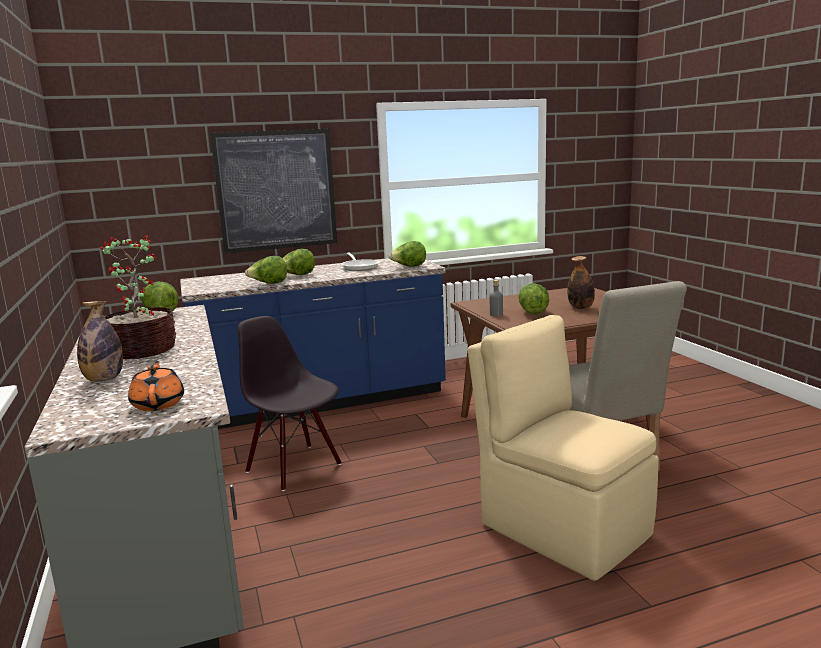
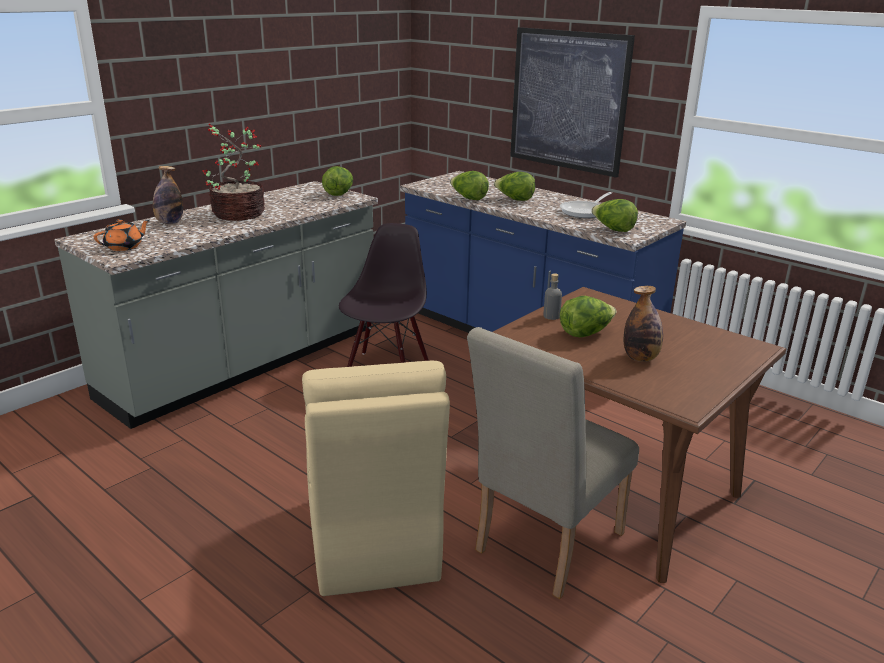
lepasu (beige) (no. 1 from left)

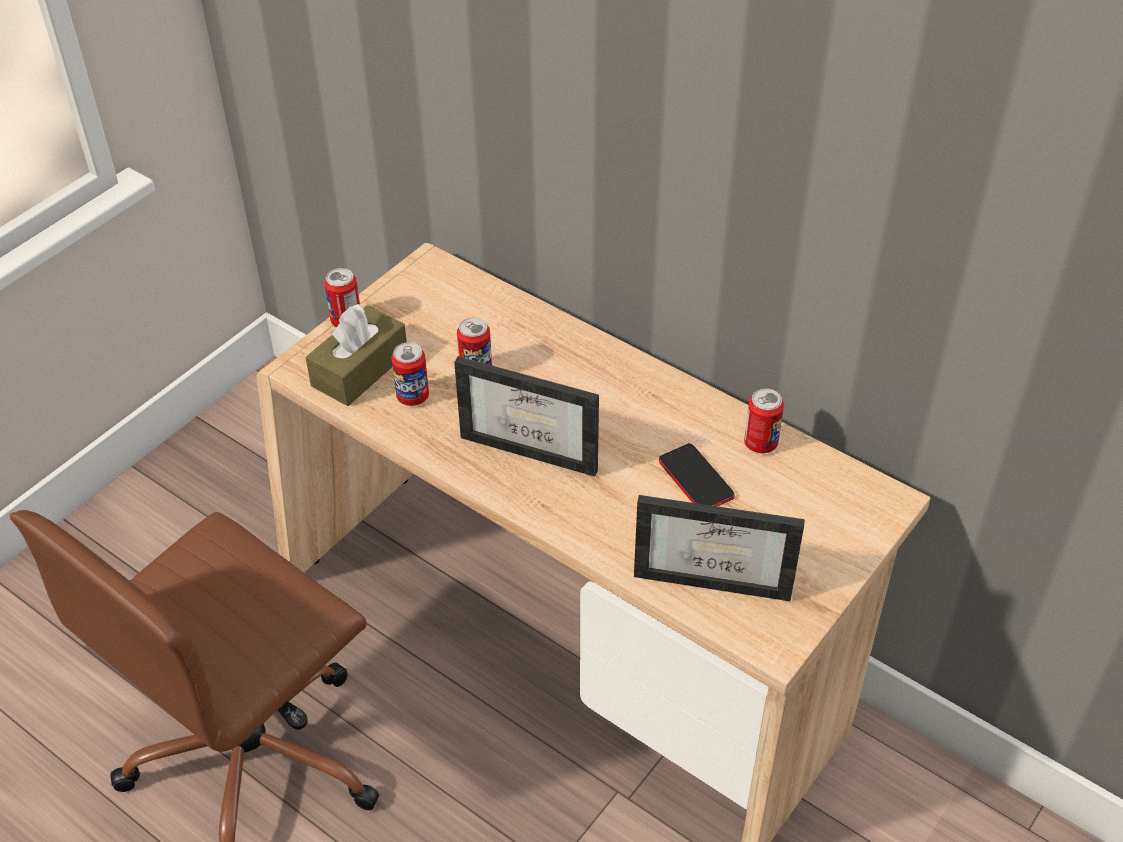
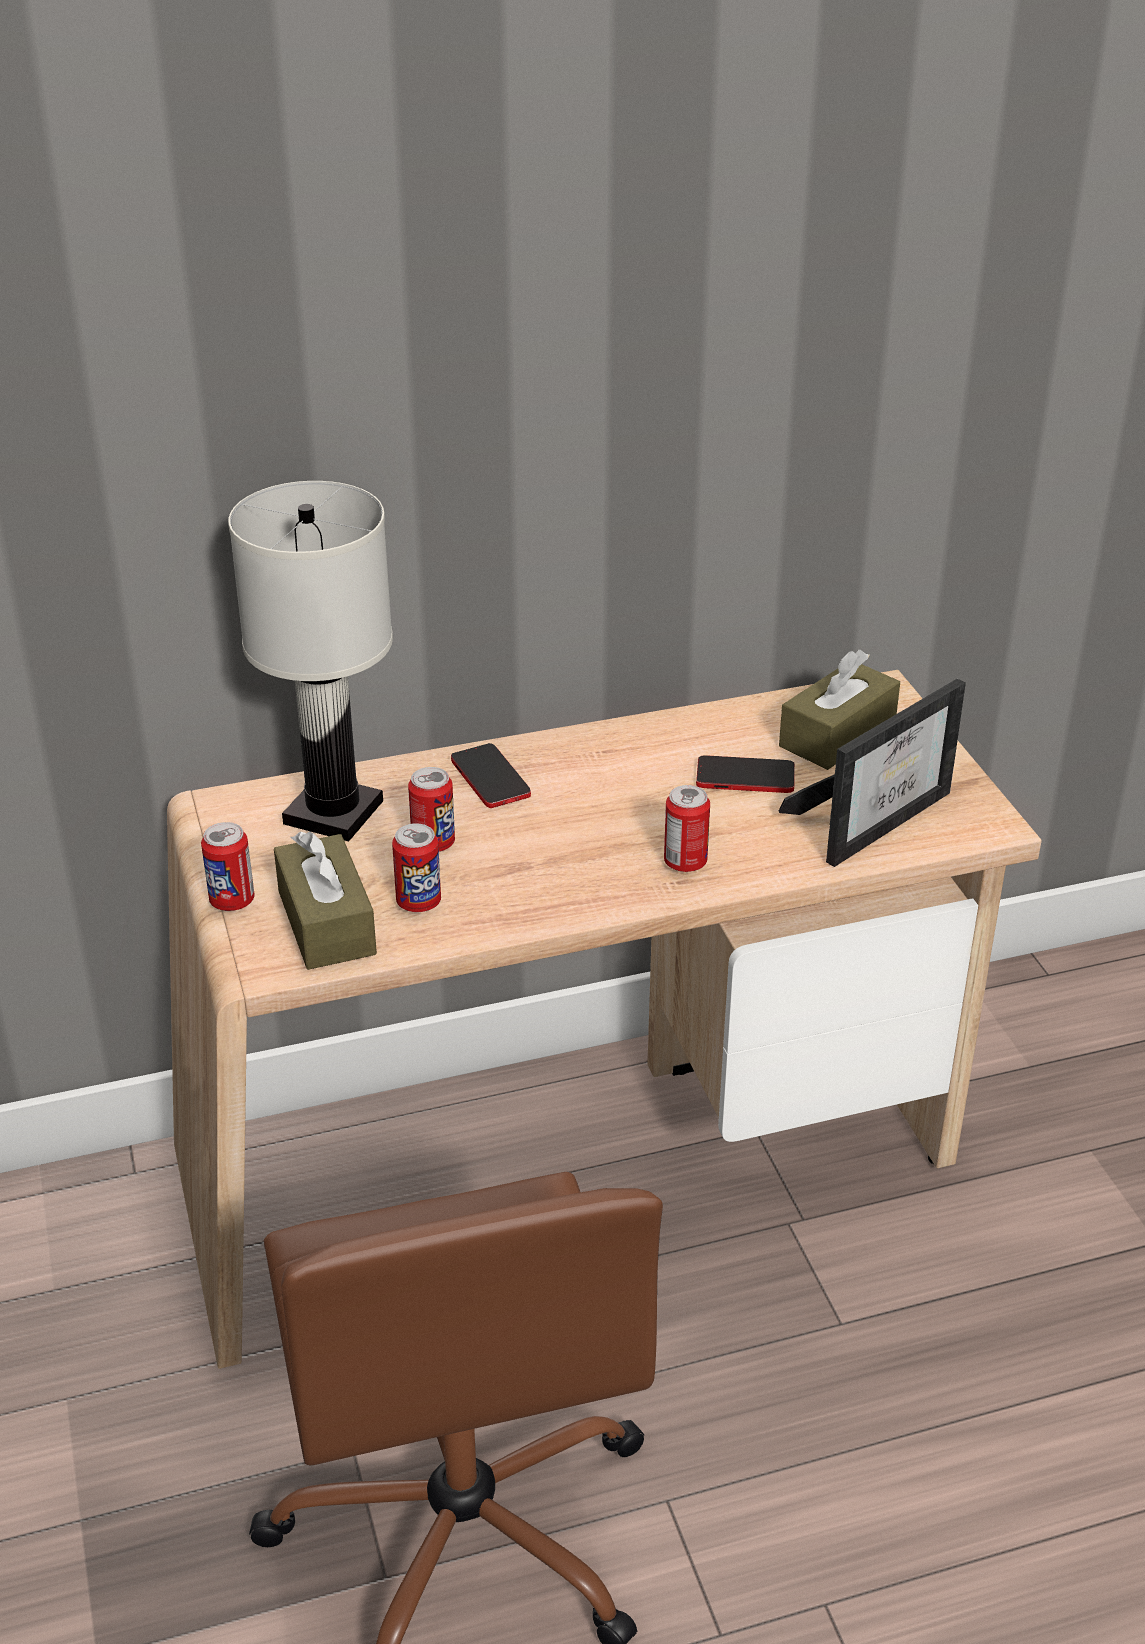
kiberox (no. 1 from left in the first image)
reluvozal (no. 4 from left)
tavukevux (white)
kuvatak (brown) (no. 2 from left)
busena (no. 1 from left)

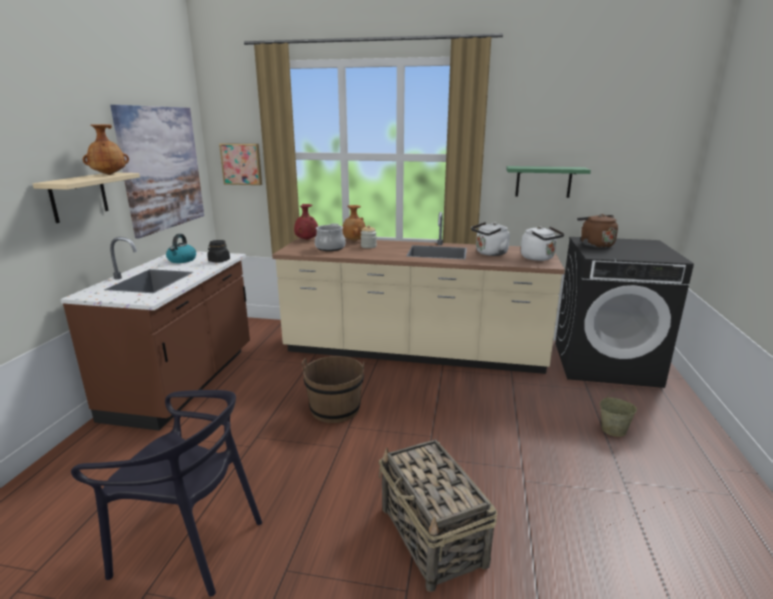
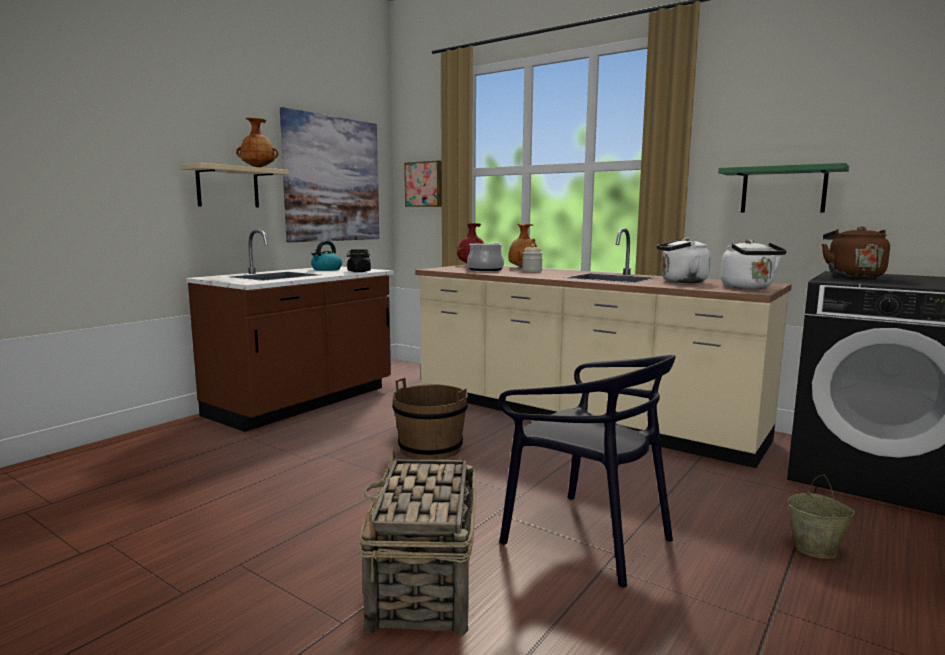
lepasu (black)

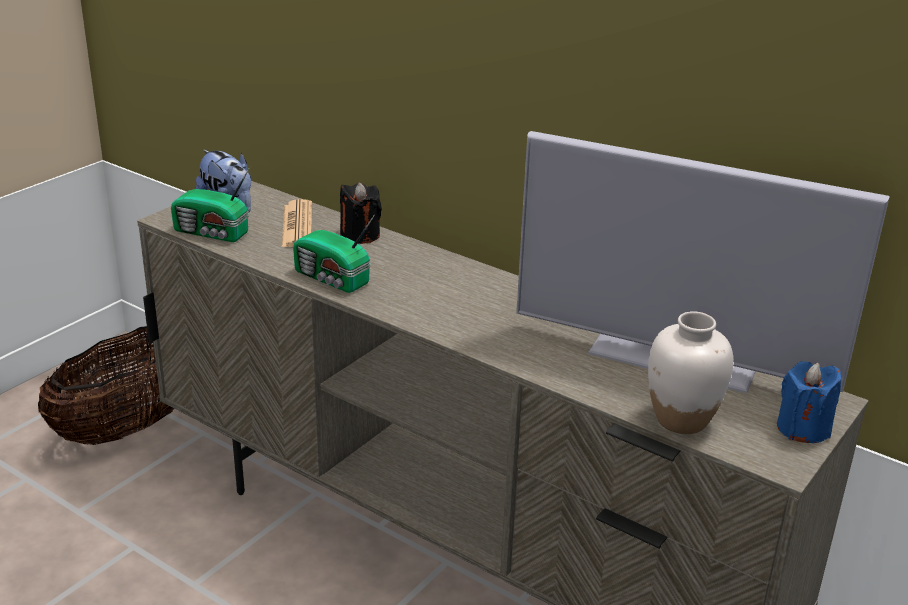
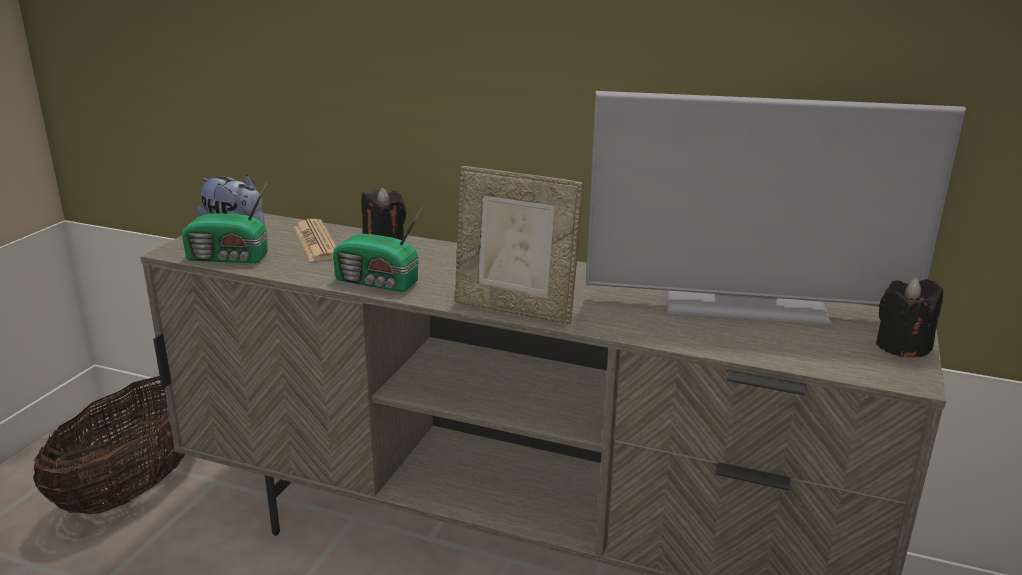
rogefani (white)
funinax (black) (no. 2 from left)
kiberox

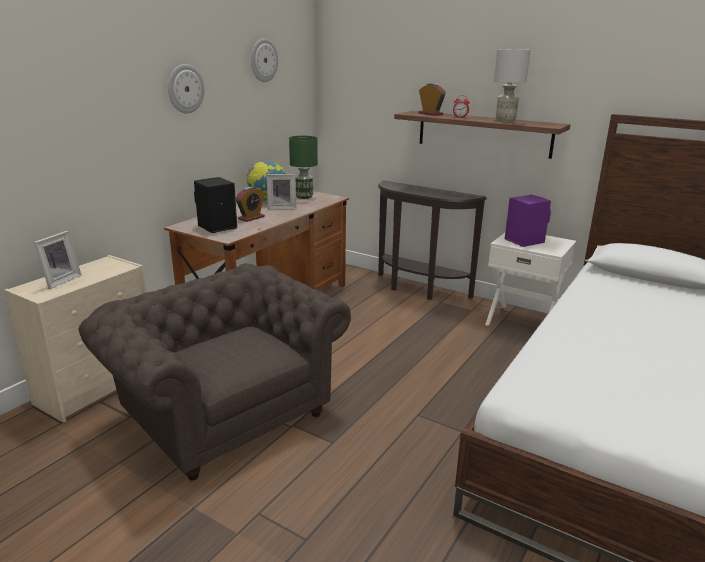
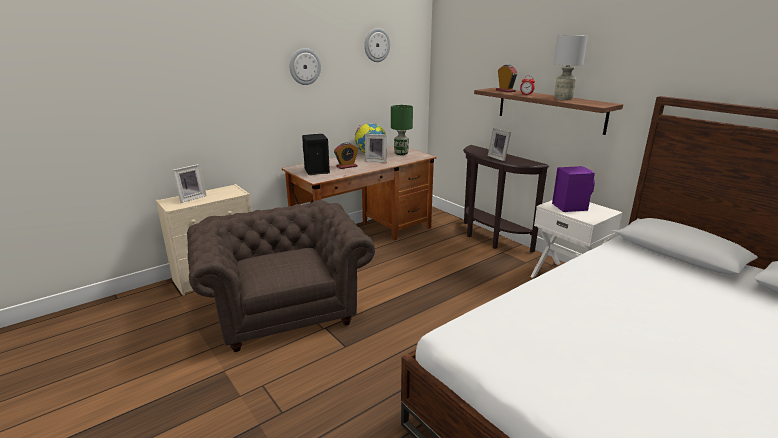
kiberox (no. 3 from left)

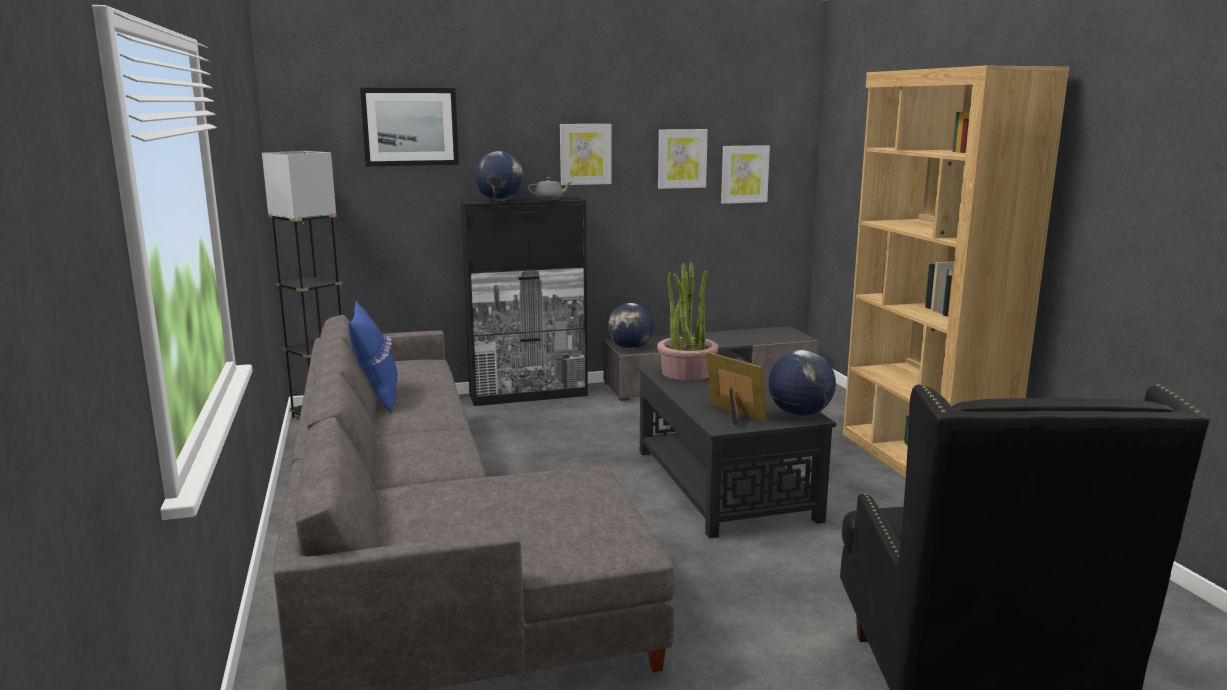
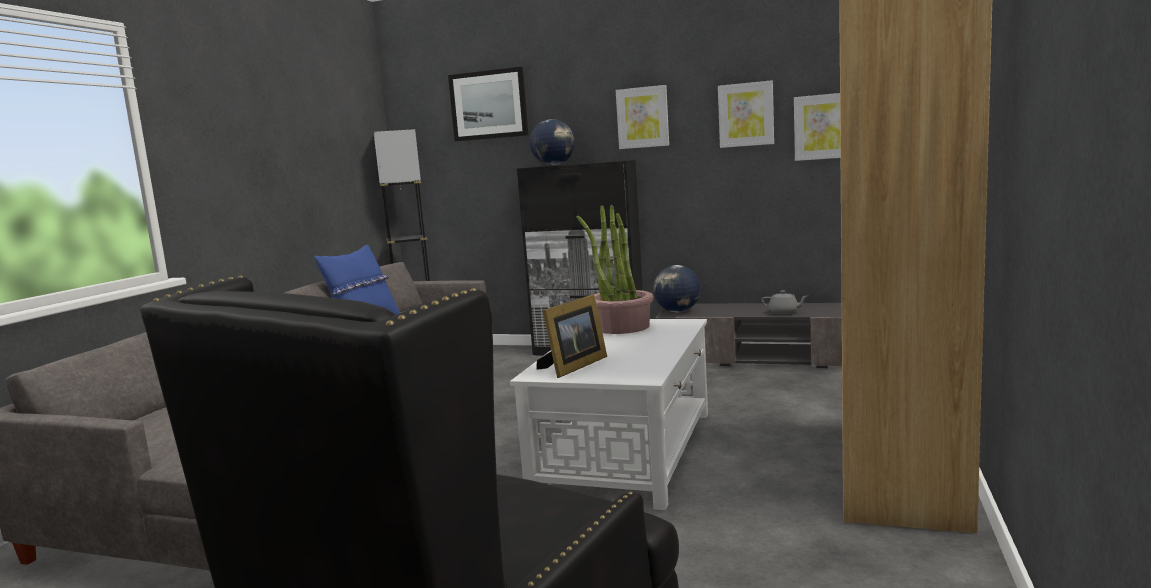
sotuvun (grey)
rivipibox (no. 3 from left in the first image)
kiberox
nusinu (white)

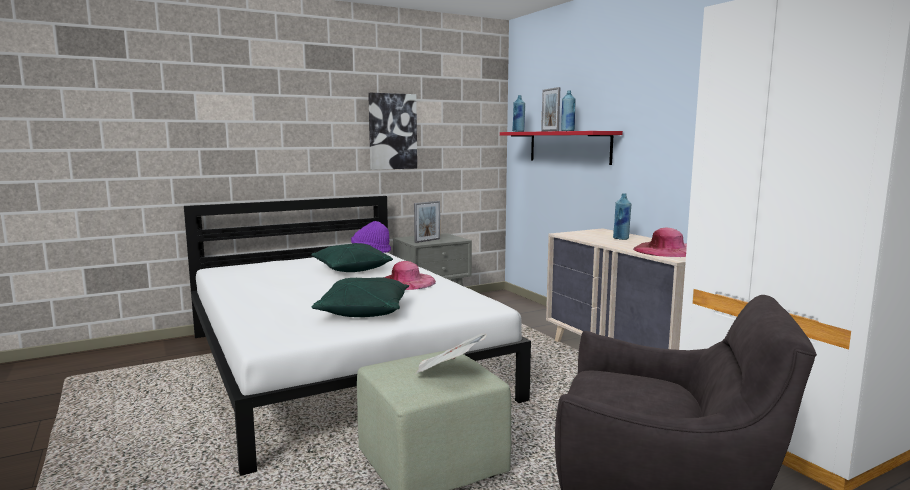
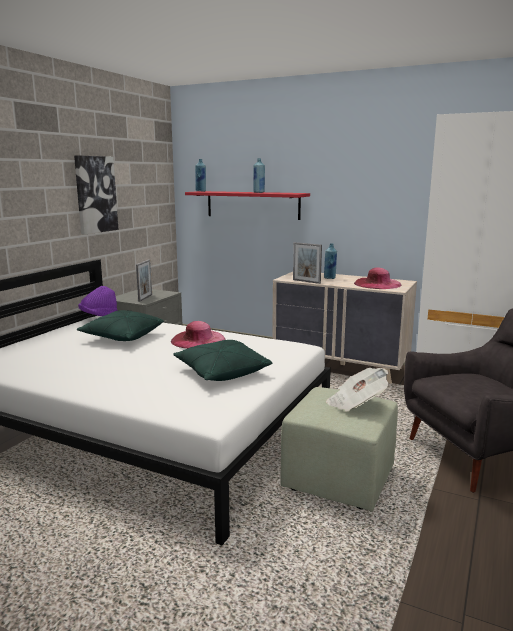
kiberox (no. 2 from left)

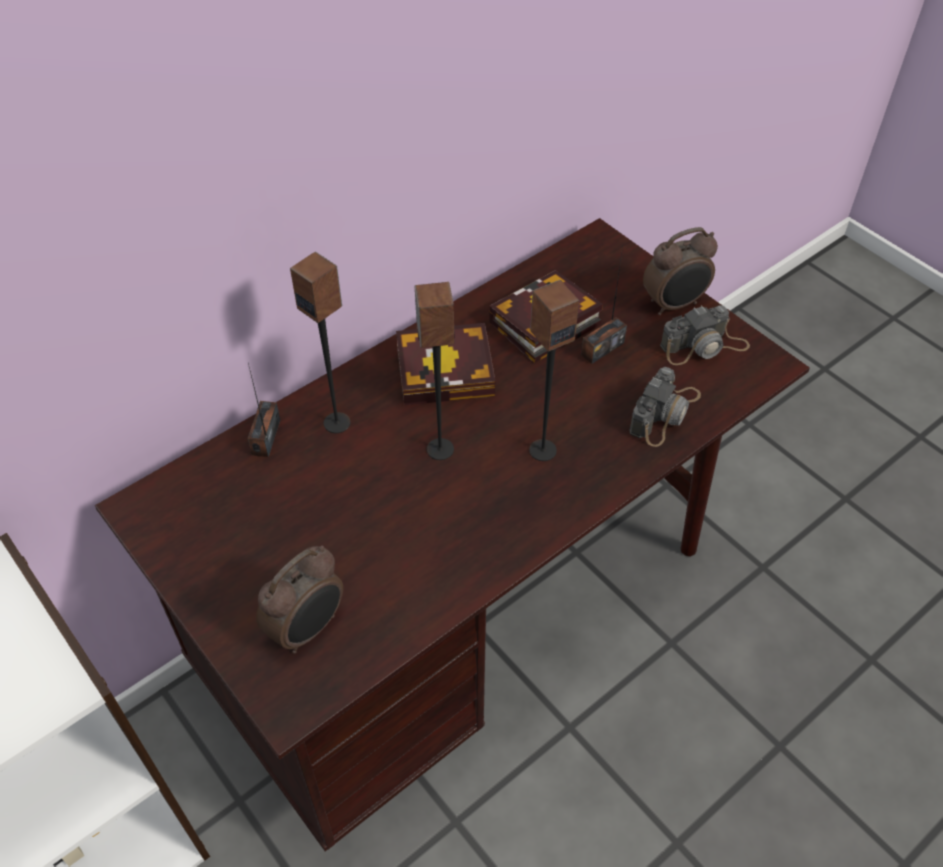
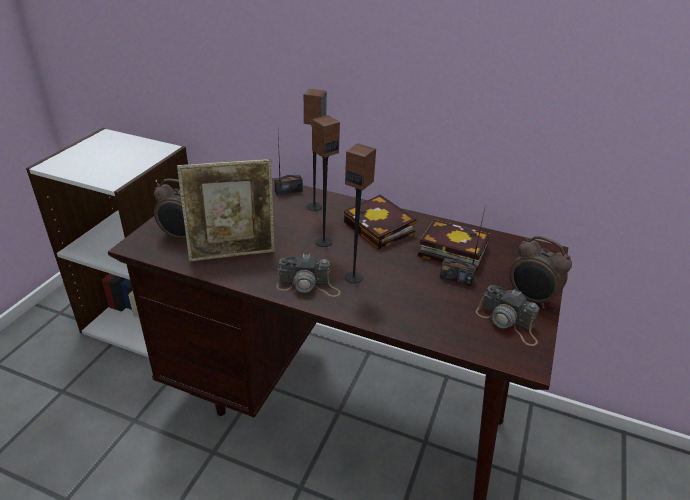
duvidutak (no. 1 from left)
kiberox

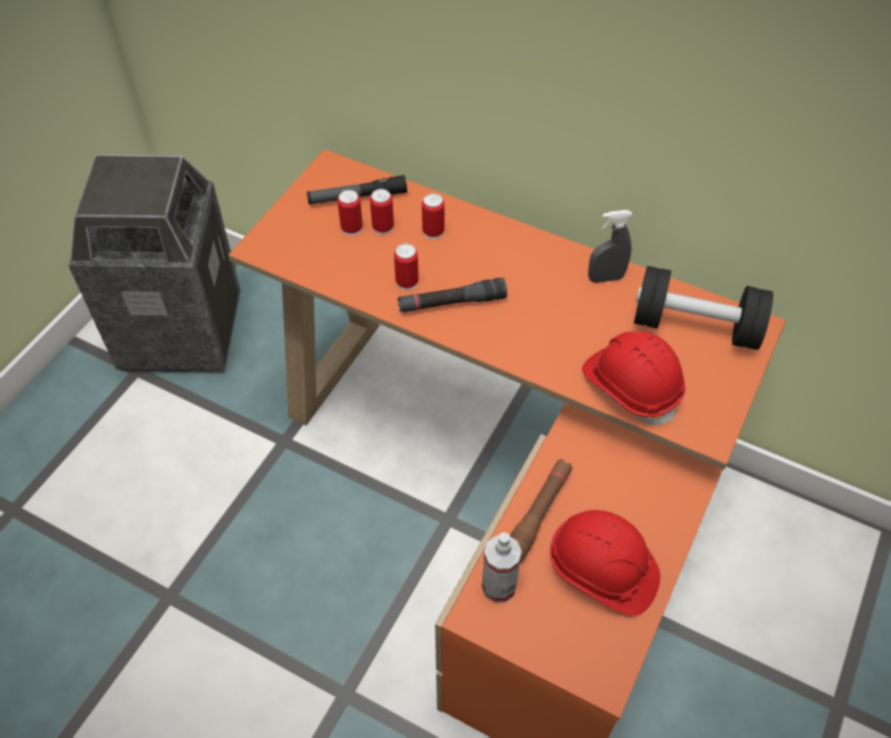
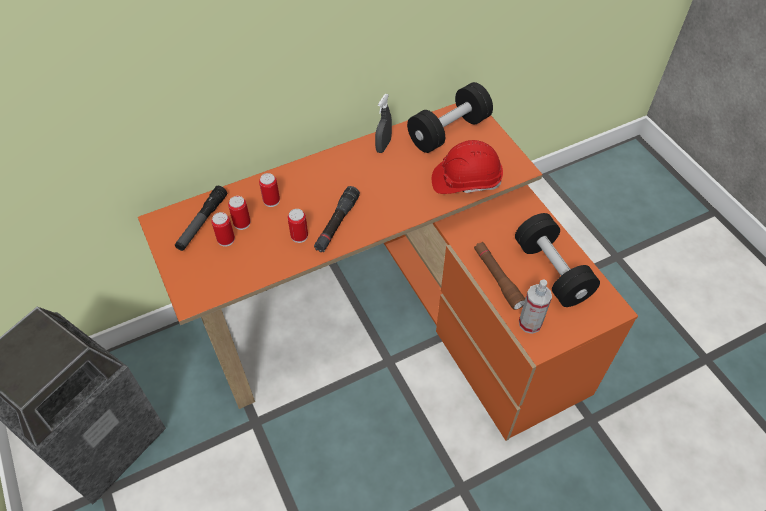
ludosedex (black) (no. 2 from left)

